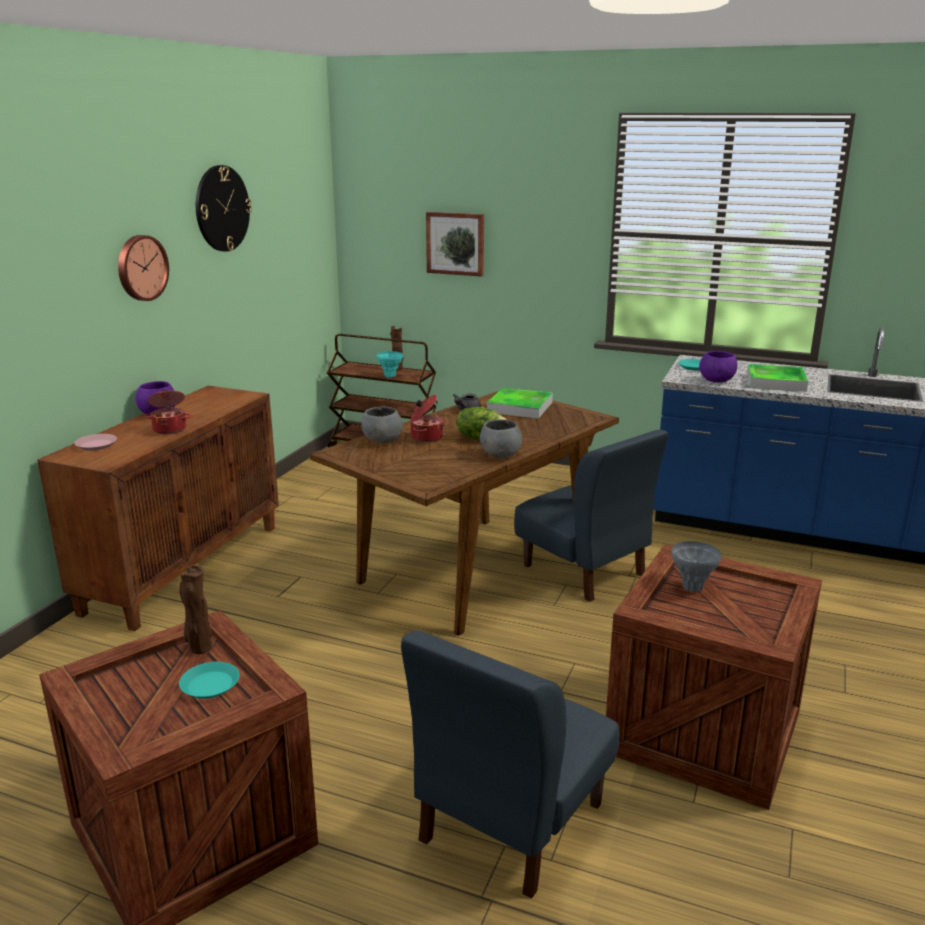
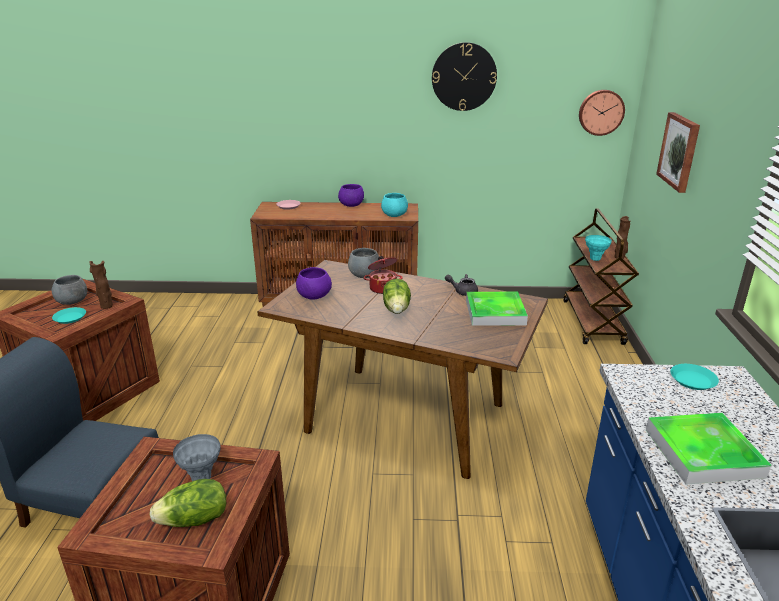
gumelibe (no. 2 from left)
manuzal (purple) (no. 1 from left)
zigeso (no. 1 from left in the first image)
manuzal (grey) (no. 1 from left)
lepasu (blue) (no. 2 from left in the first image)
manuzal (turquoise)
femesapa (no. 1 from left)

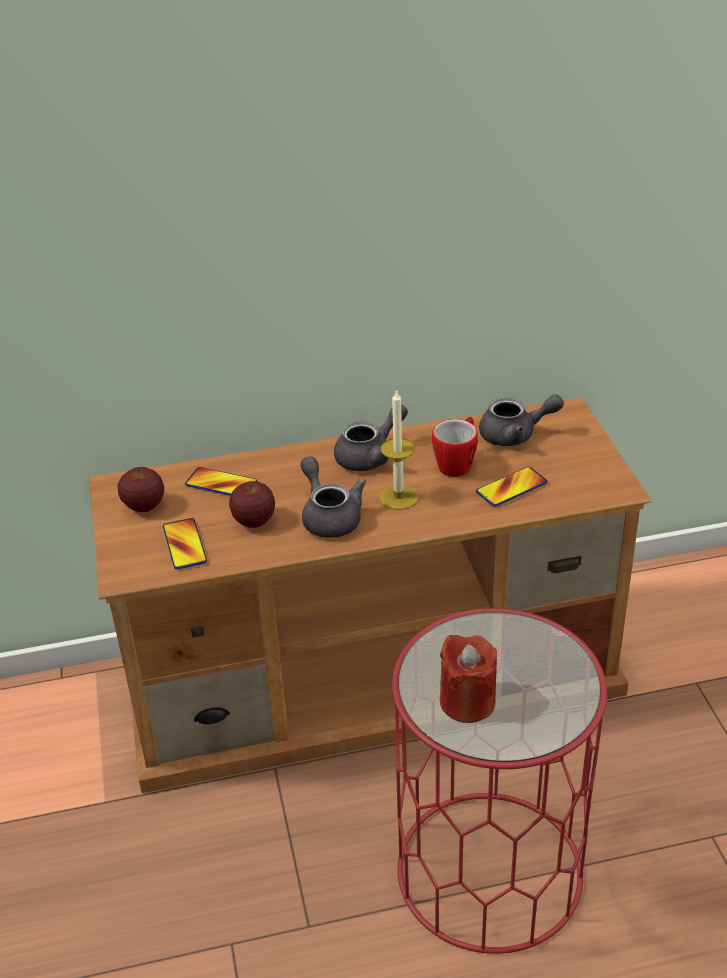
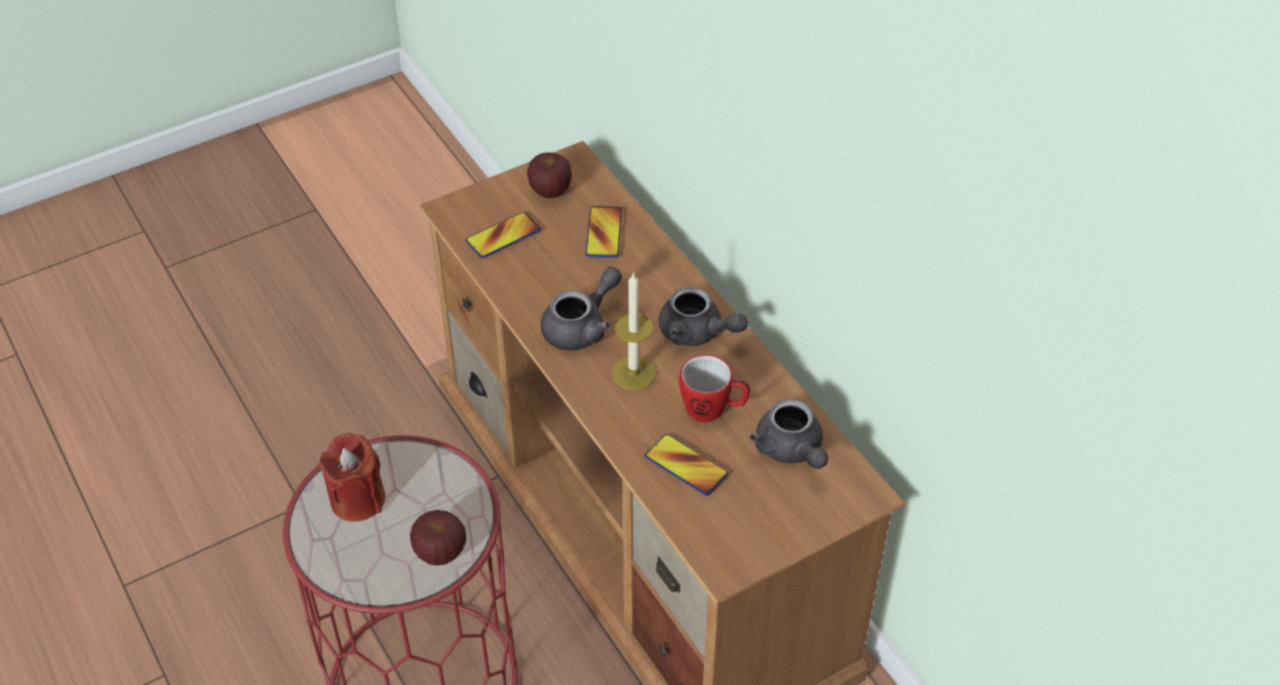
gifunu (no. 1 from left)

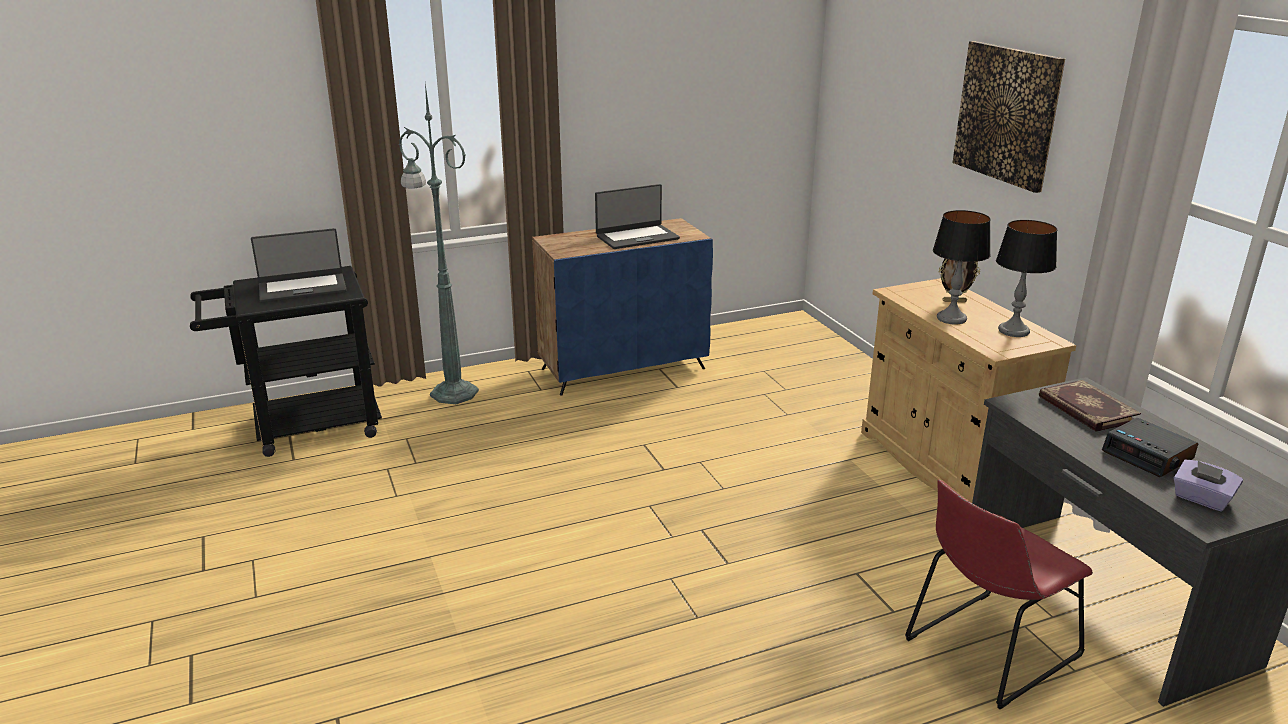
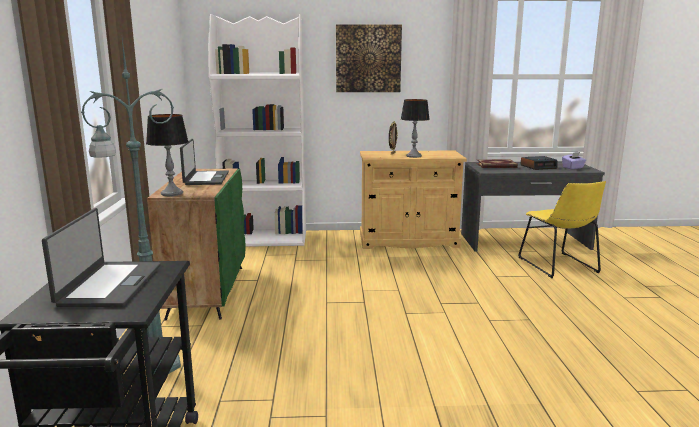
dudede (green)
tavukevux (no. 1 from left)
lepasu (yellow)
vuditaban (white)

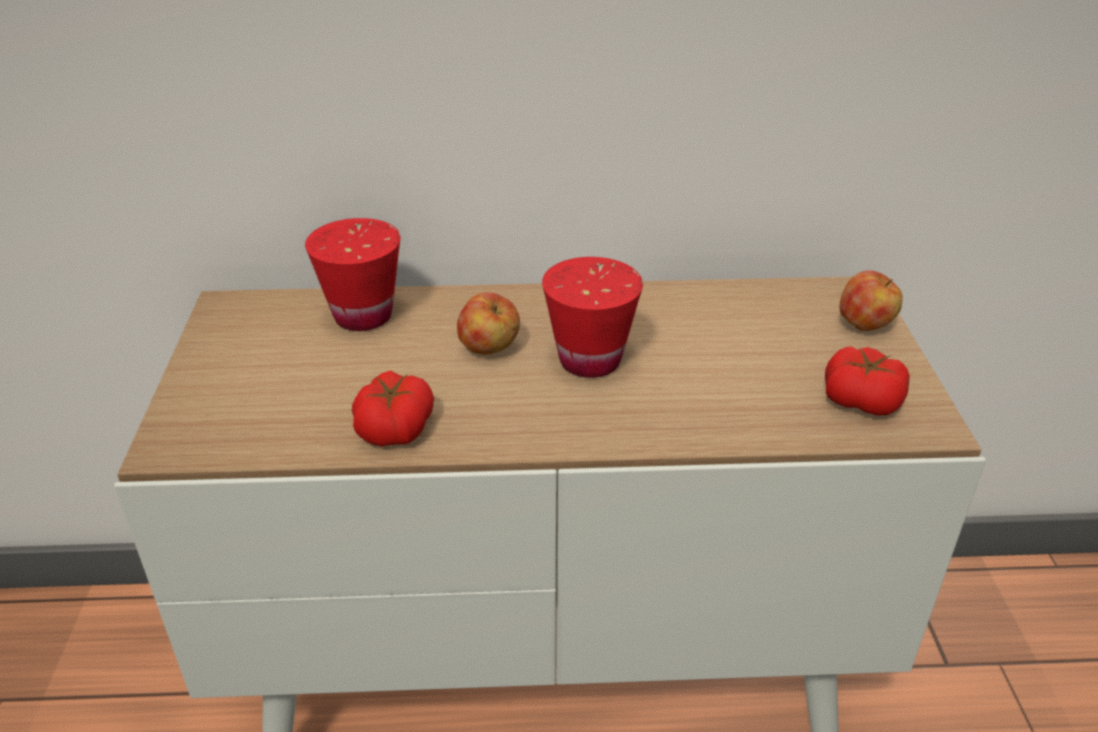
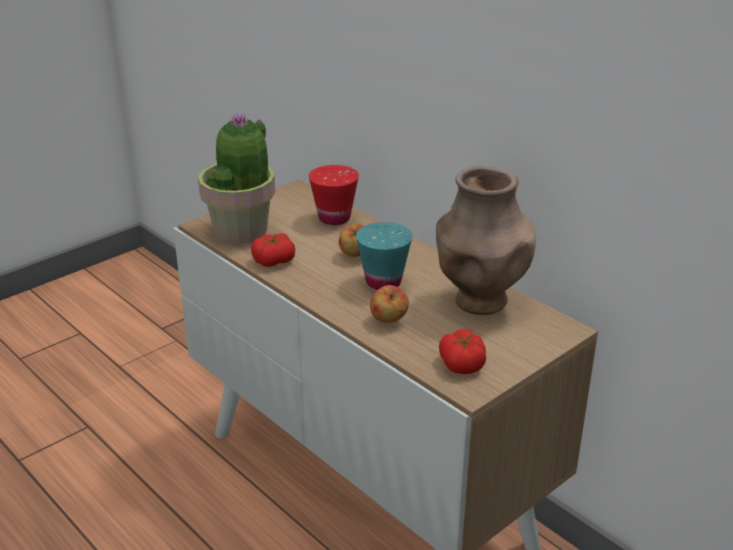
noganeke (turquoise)
gifunu (no. 2 from left)
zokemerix
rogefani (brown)

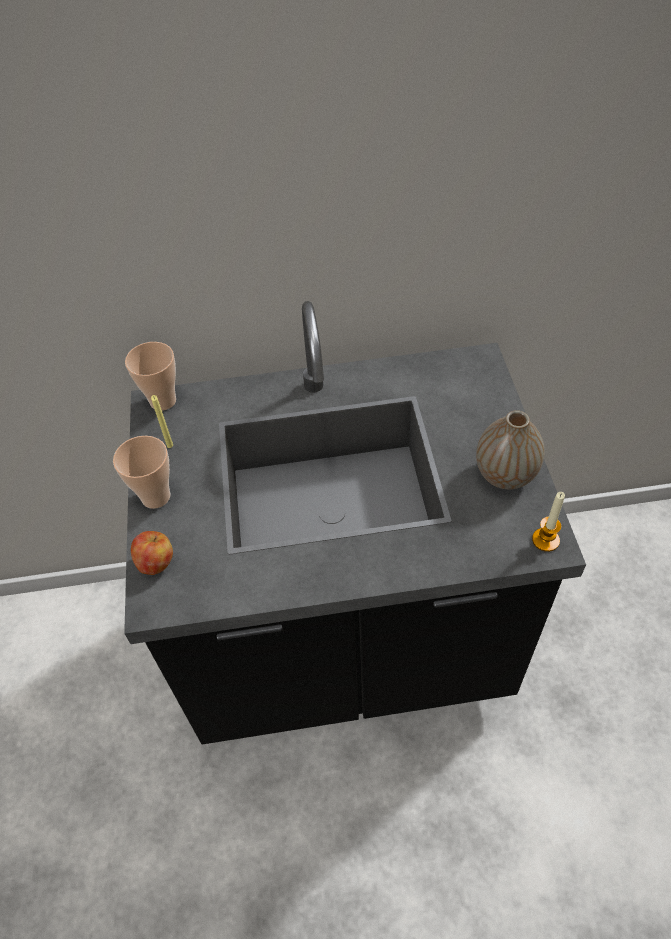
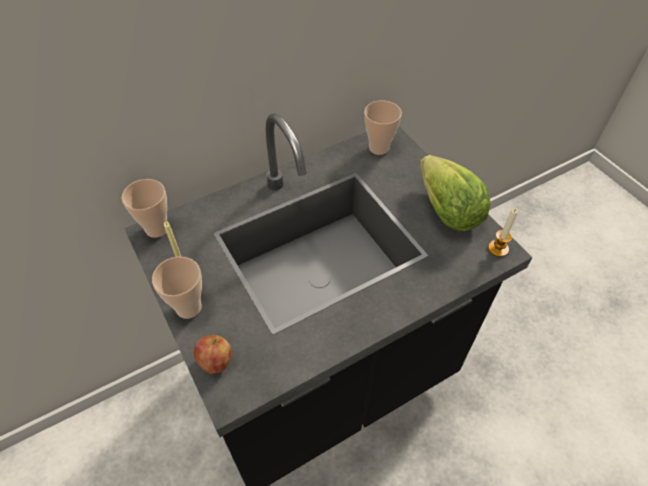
femesapa
noganeke (no. 3 from left)

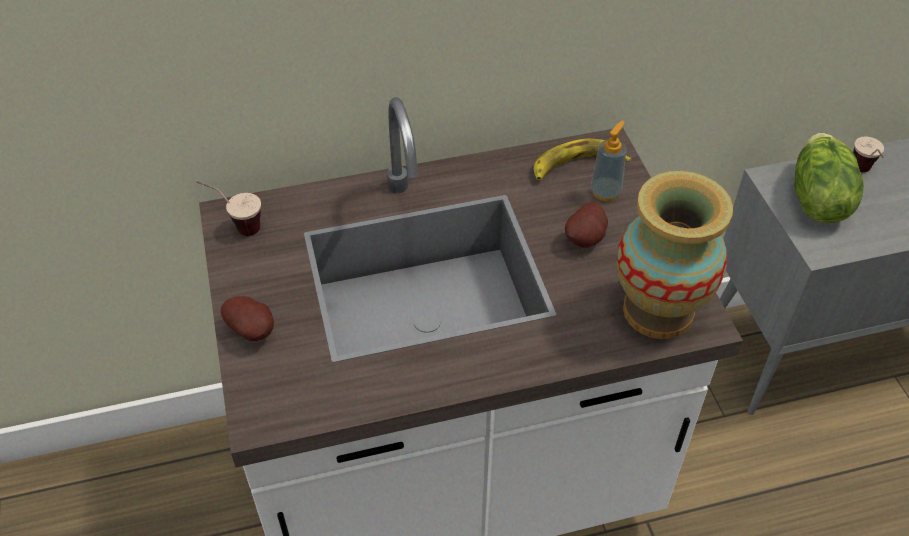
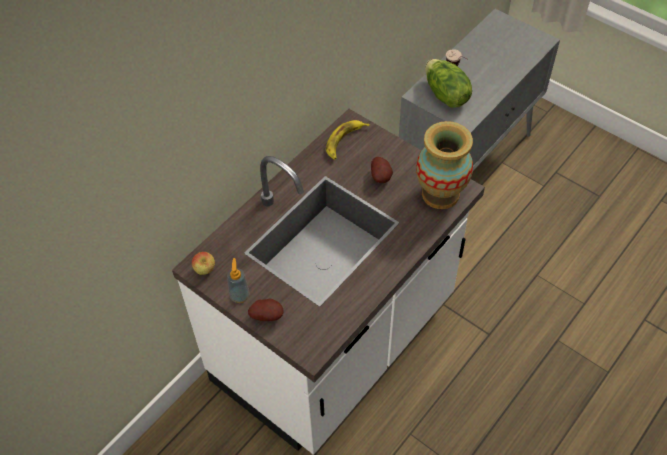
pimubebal
gifunu

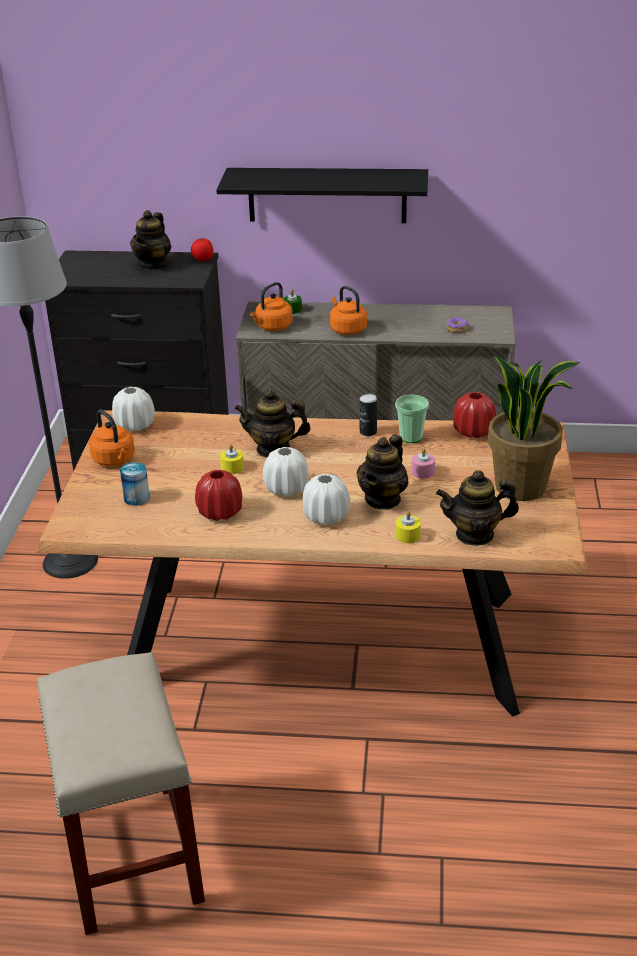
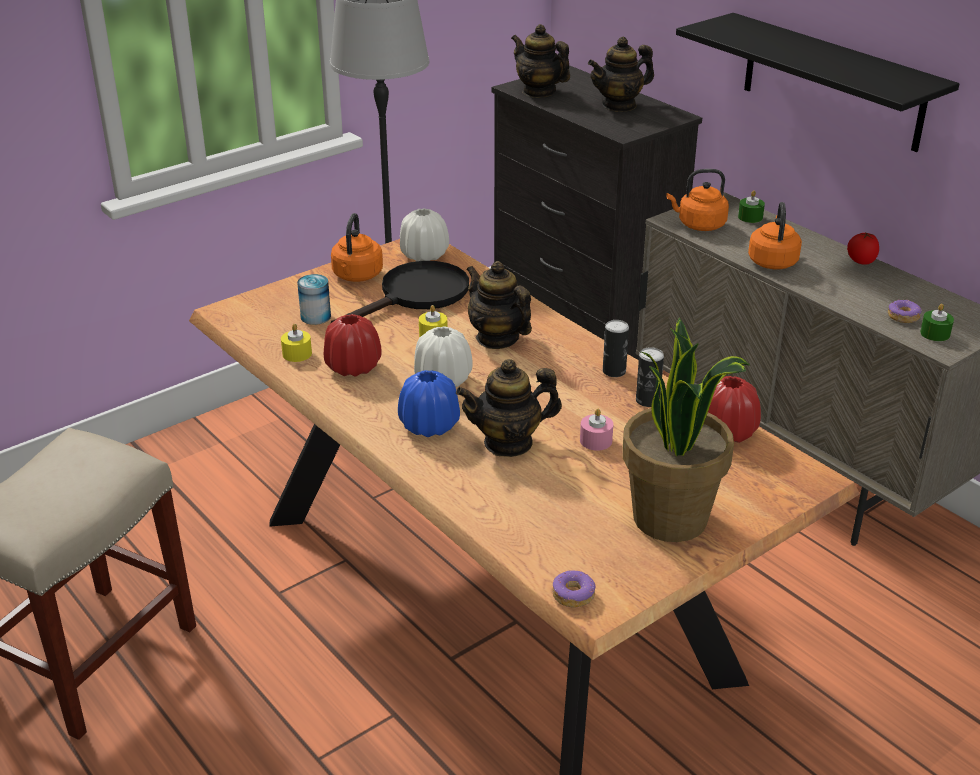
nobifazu
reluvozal (no. 3 from left)
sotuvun (no. 3 from left)
rogefani (blue)
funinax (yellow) (no. 1 from left)
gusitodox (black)
funinax (green) (no. 2 from left)
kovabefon (no. 1 from left)

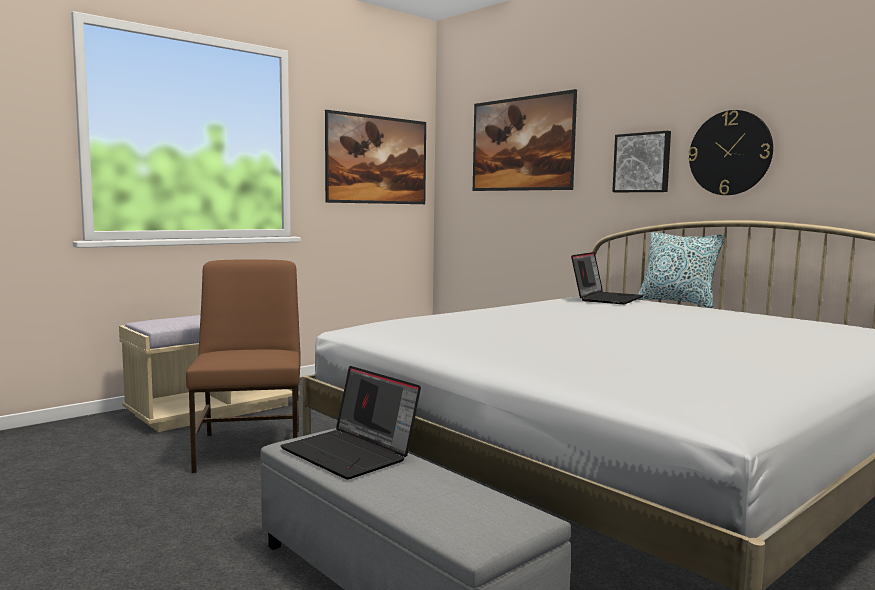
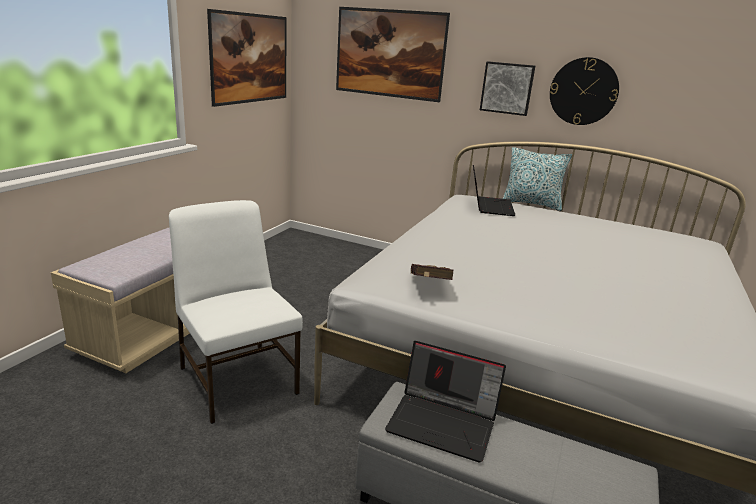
lepasu (white)
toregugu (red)

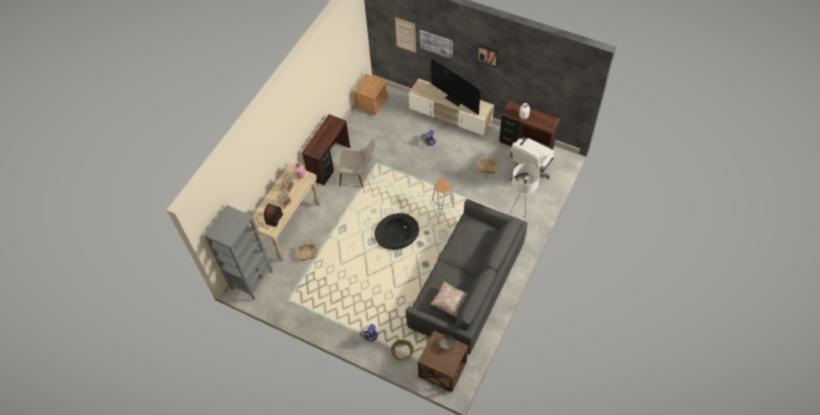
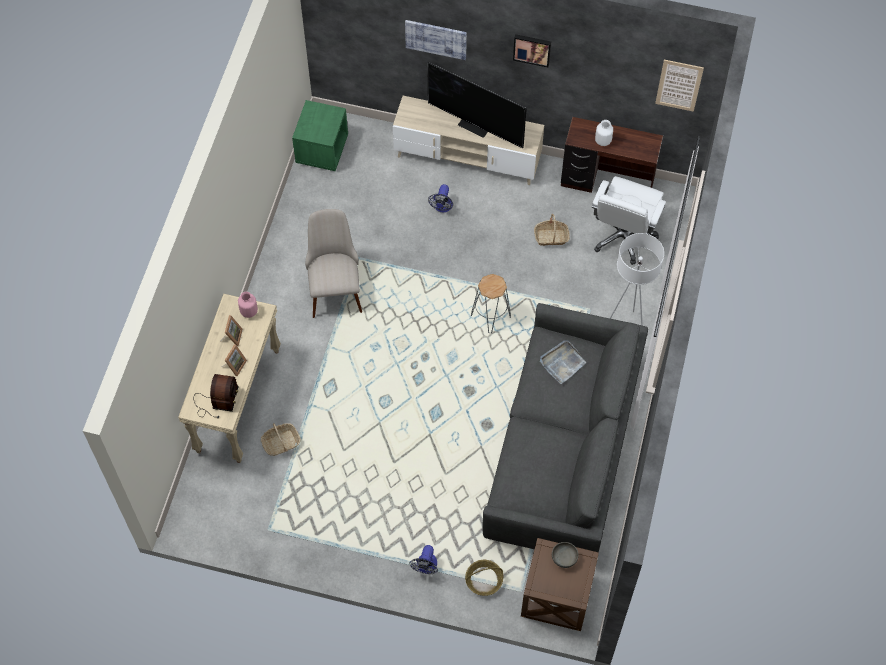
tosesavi (no. 3 from left)
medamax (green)
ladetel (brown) (no. 1 from left in the first image)
lepasu (beige)
vuditaban (grey)
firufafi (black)
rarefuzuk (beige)
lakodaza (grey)

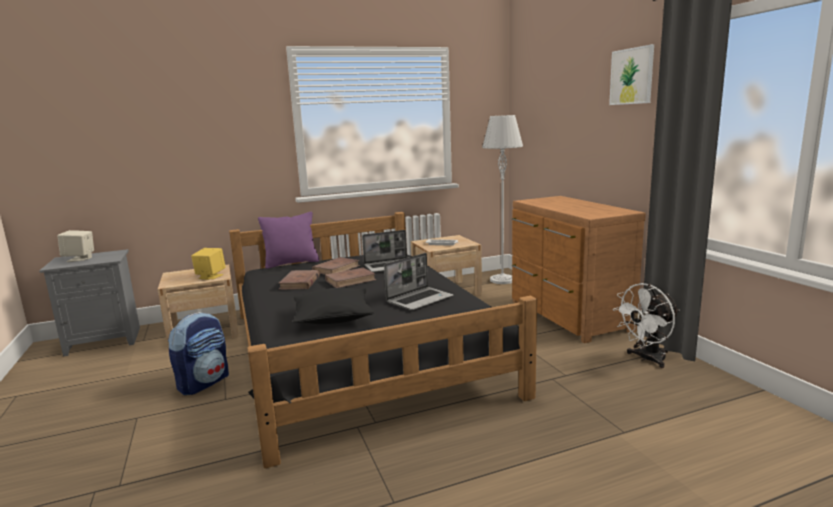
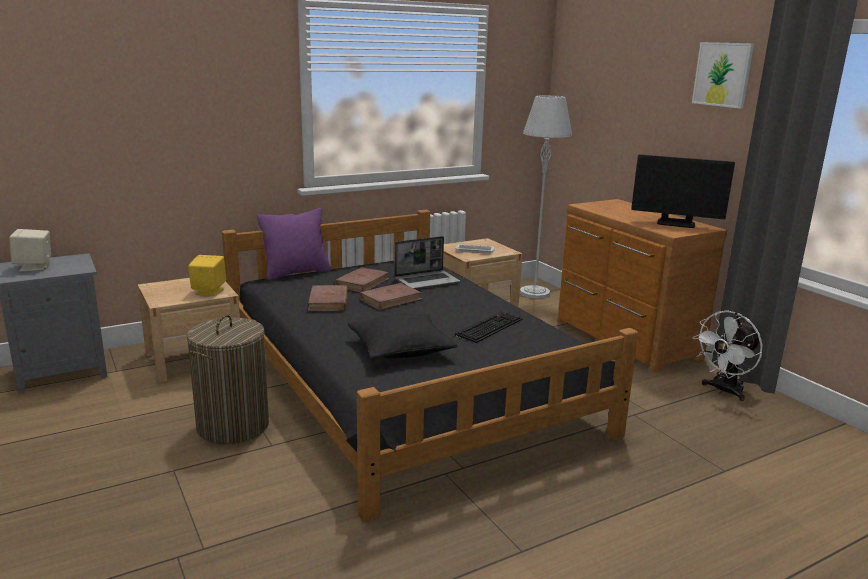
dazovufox
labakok
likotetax

